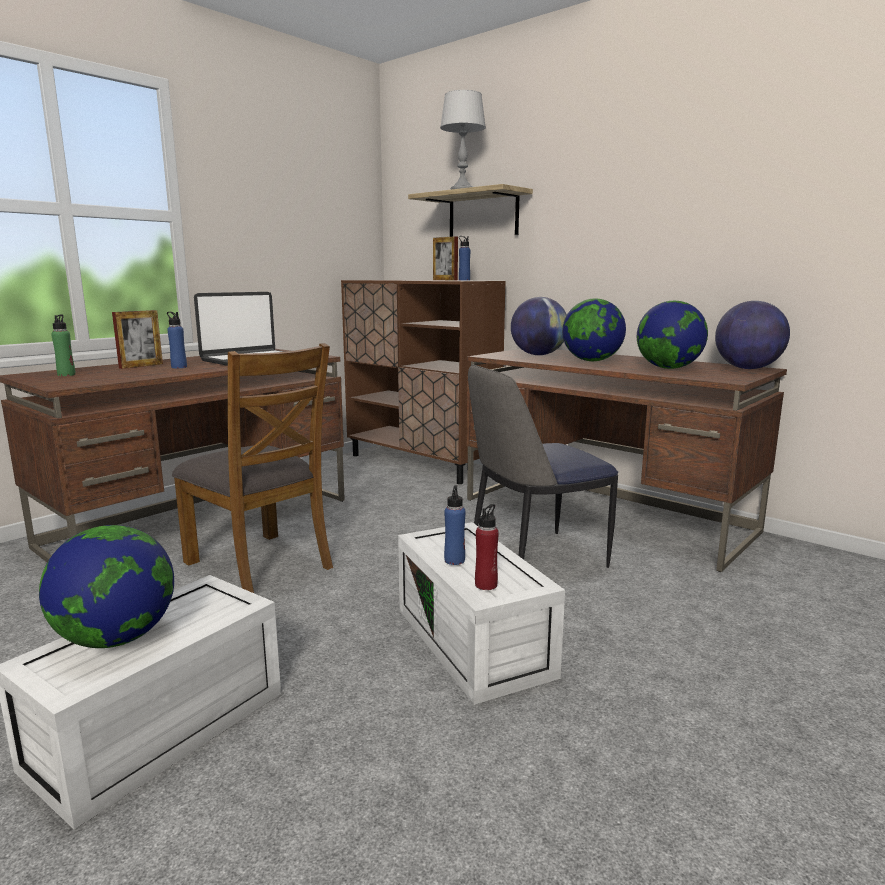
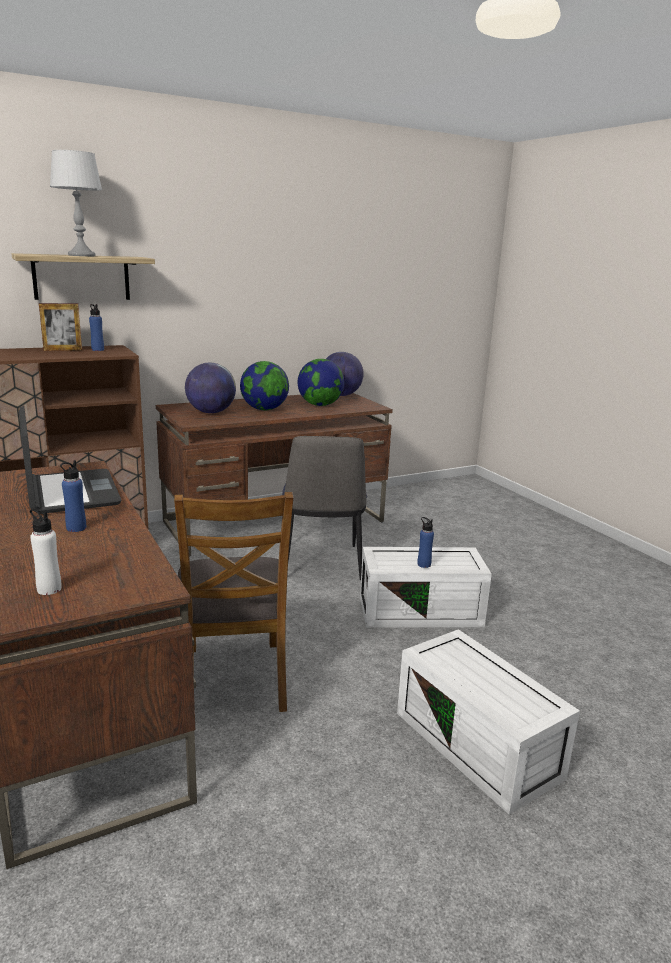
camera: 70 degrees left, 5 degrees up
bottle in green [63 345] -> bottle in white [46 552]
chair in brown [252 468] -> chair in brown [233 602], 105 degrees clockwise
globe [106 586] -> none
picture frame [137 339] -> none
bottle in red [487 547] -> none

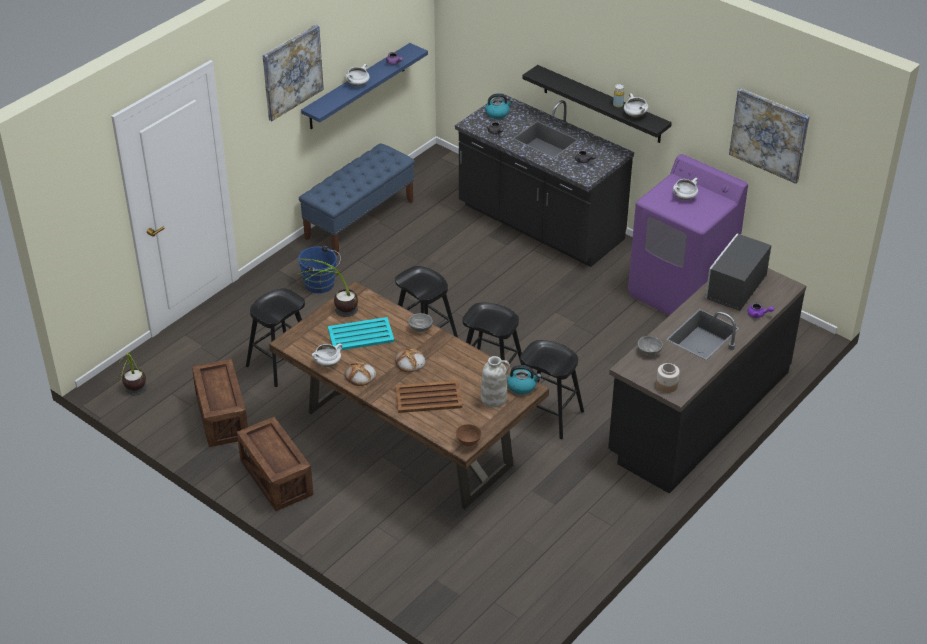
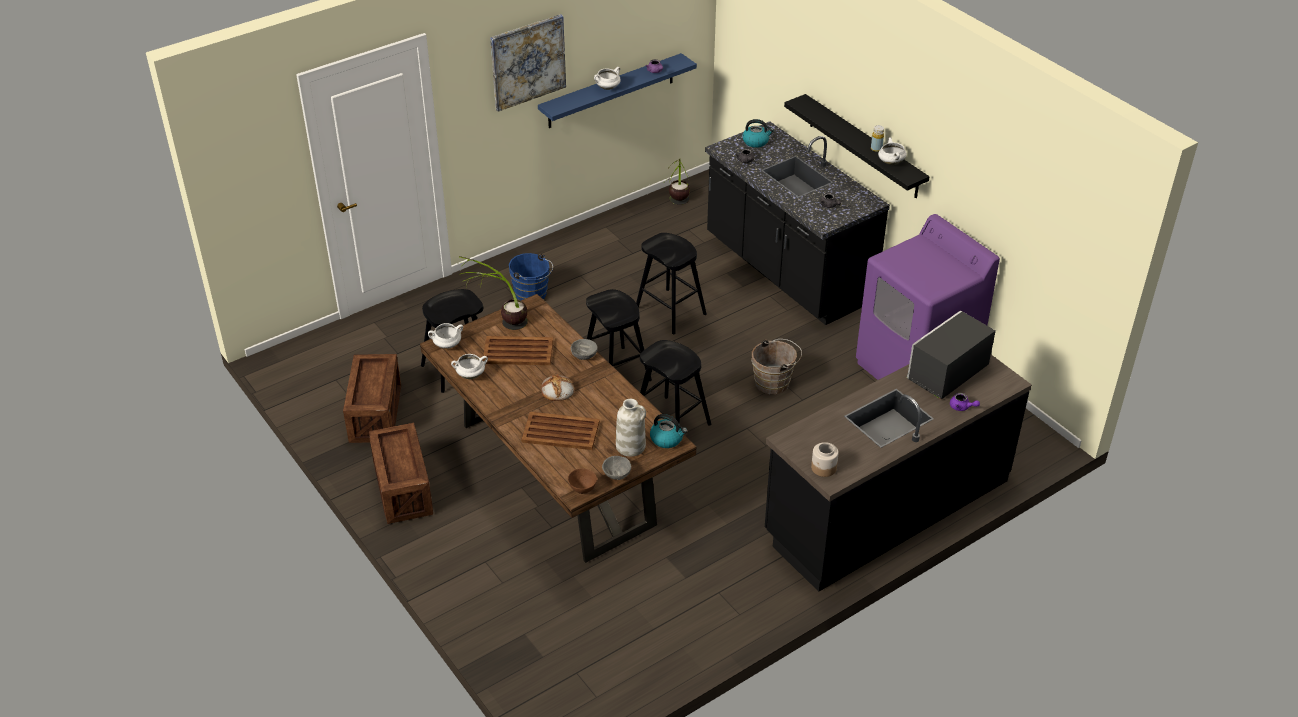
camera: 15 degrees right, 0 degrees up
cooking pot in white [685 189] -> cooking pot in white [445 336], move
tray in turquoise [361 333] -> tray in brown [517 350]
bowl in grey [650 345] -> bowl in grey [617 468], move
stool in black [552 389] -> stool in black [671 283], move
potted plant [131 373] -> potted plant [677 182], move
none -> bucket in brown [777 366]
bench in blue [357 199] -> none
bread [360 374] -> none
picture [769 136] -> none

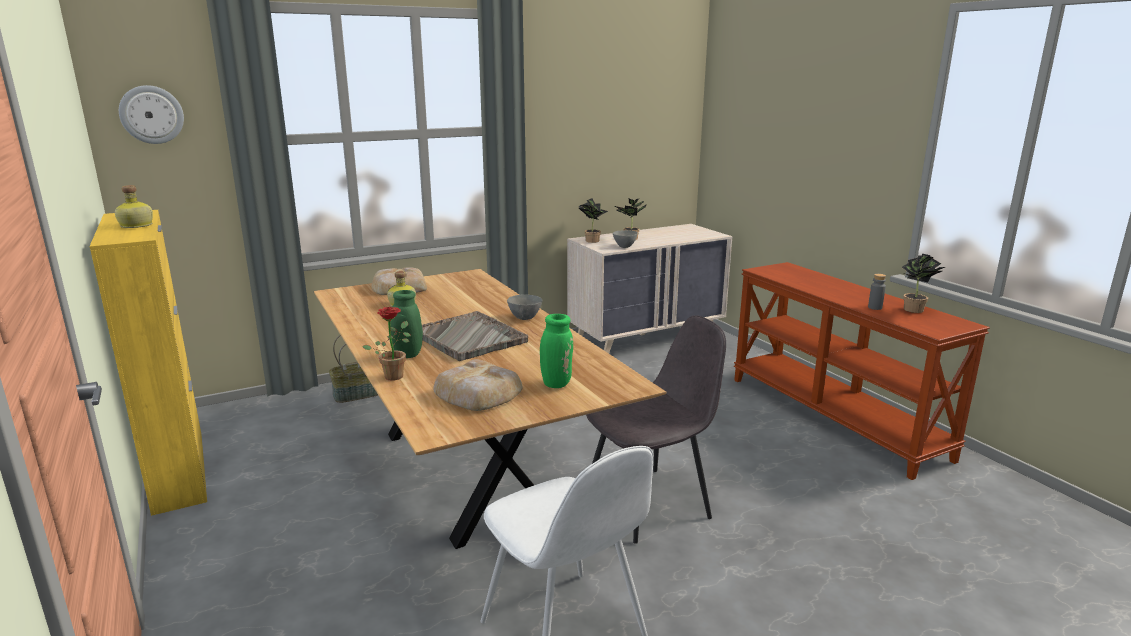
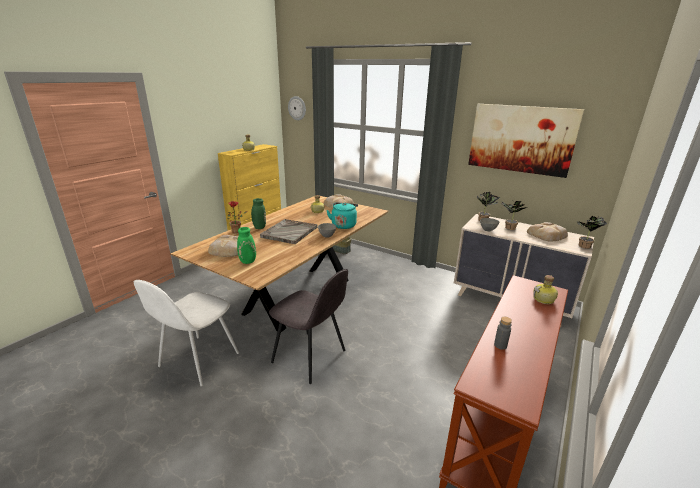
camera: 60 degrees right, 5 degrees up
none -> kettle in turquoise [342 215]
none -> picture [526 141]
none -> bread [547 231]
none -> bottle [545 289]
potted plant [923 283] -> potted plant [592 232], move

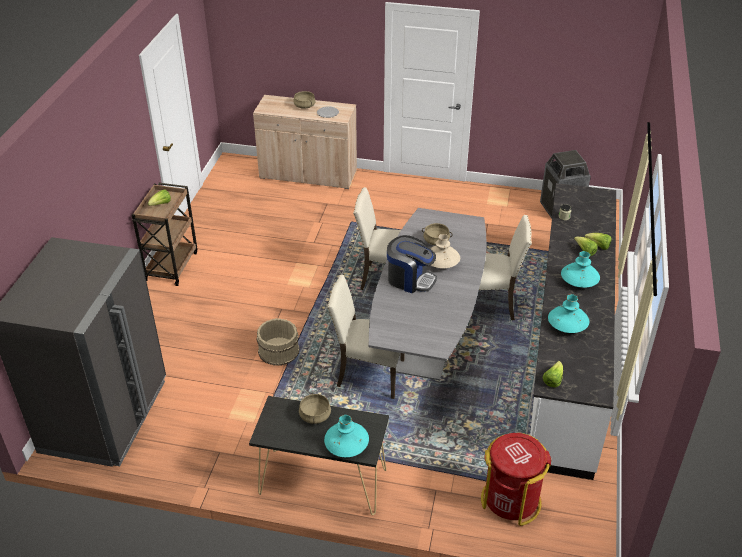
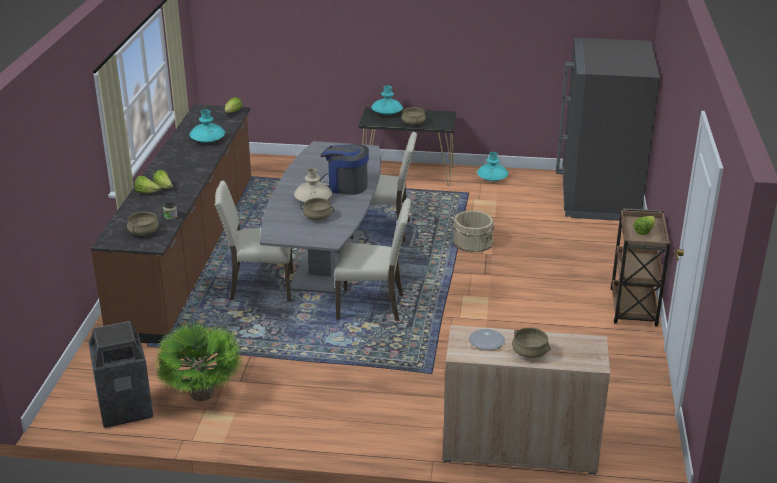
camera: 175 degrees right, 10 degrees down
counter in white [573 331] -> counter in brown [171 224]
none -> cooking pot in beige [143 223]
none -> potted plant [199 360]
vase in turquoise [580 269] -> vase in turquoise [492 166], move
trash can in red [516 479] -> none

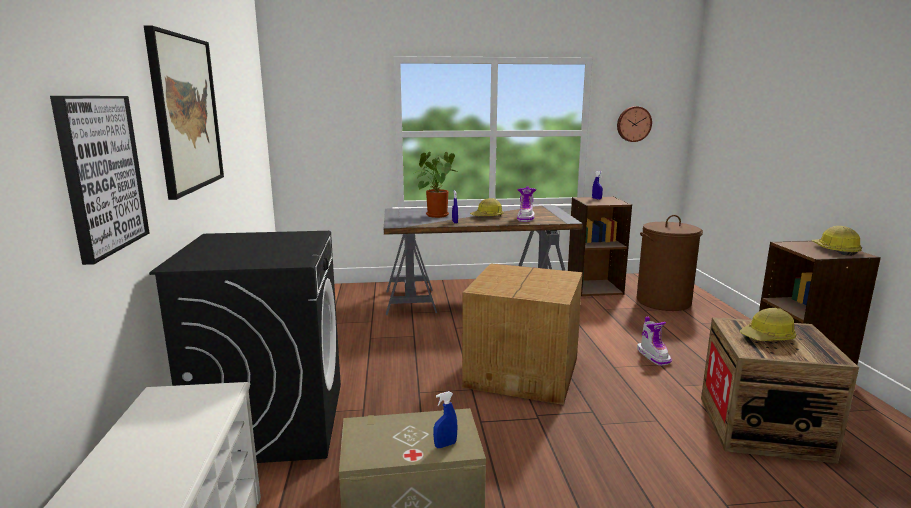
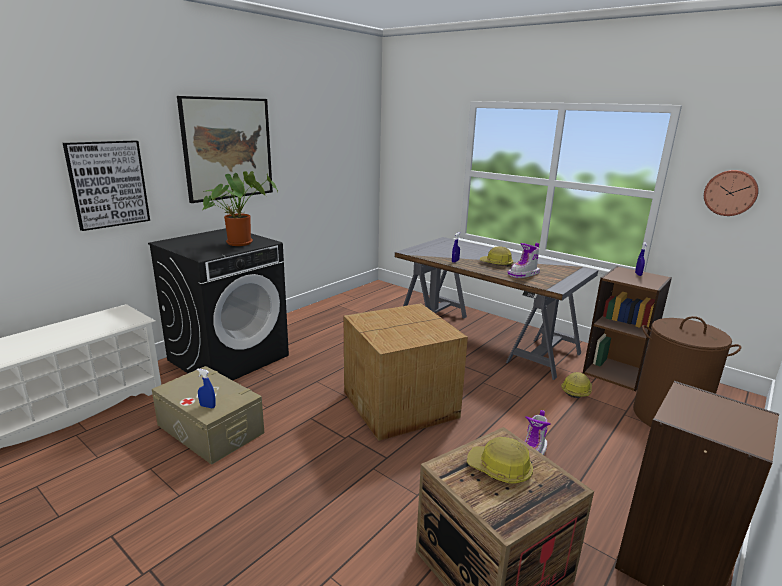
camera: 45 degrees right, 5 degrees up
potted plant [435 185] -> potted plant [240 208], move
hard hat [836 241] -> hard hat [576 385], move

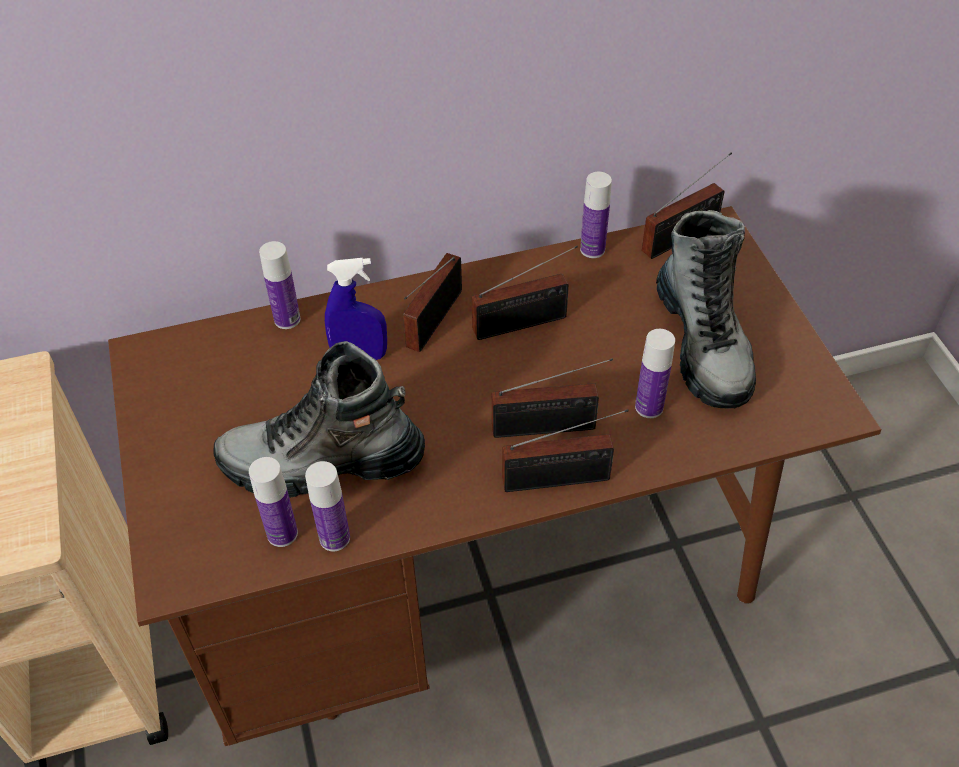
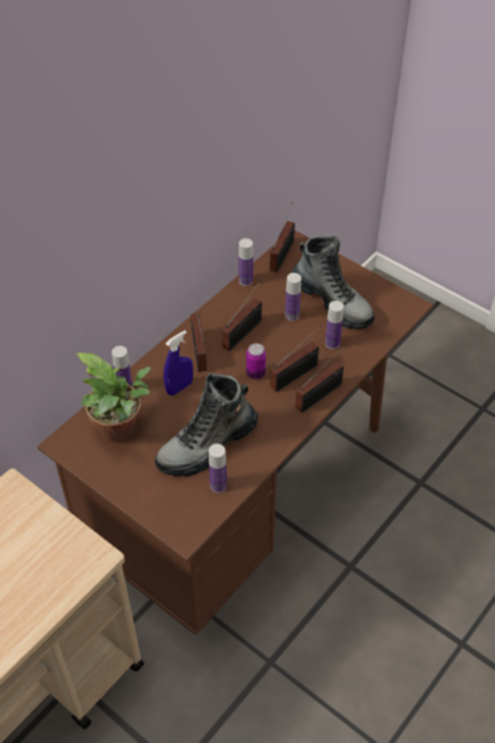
camera: 35 degrees left, 0 degrees up
none -> potted plant [113 397]
none -> can [256 361]
bottle [327 506] -> bottle [293 297], move

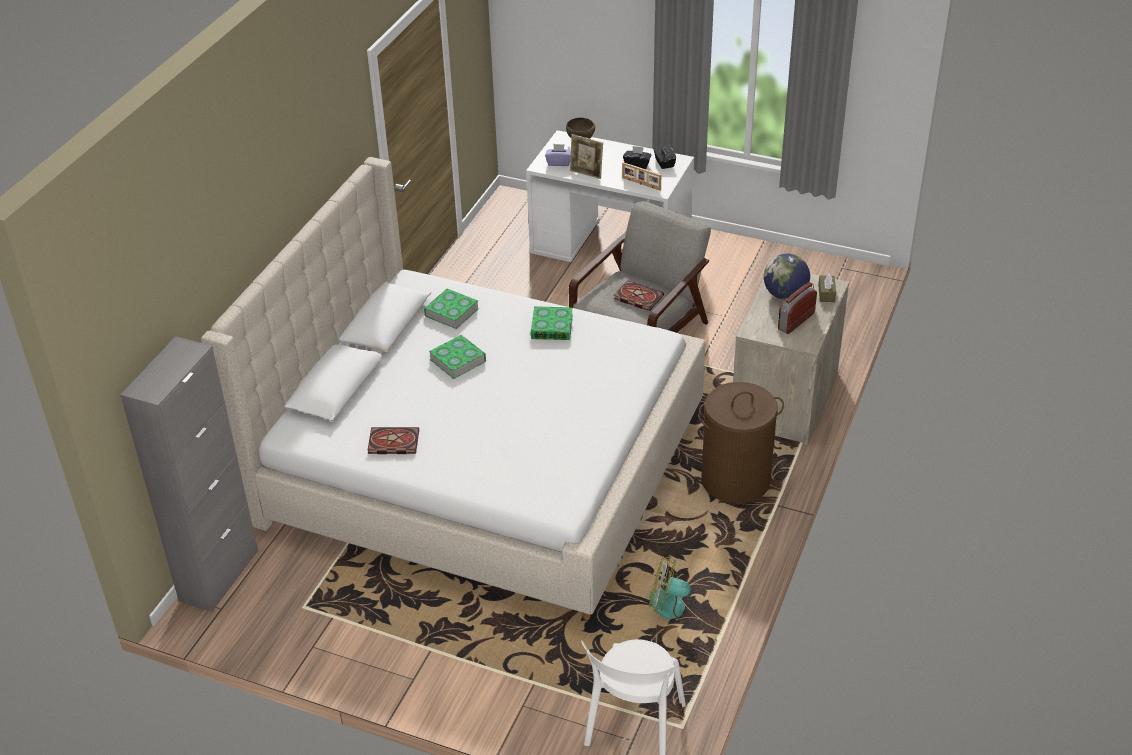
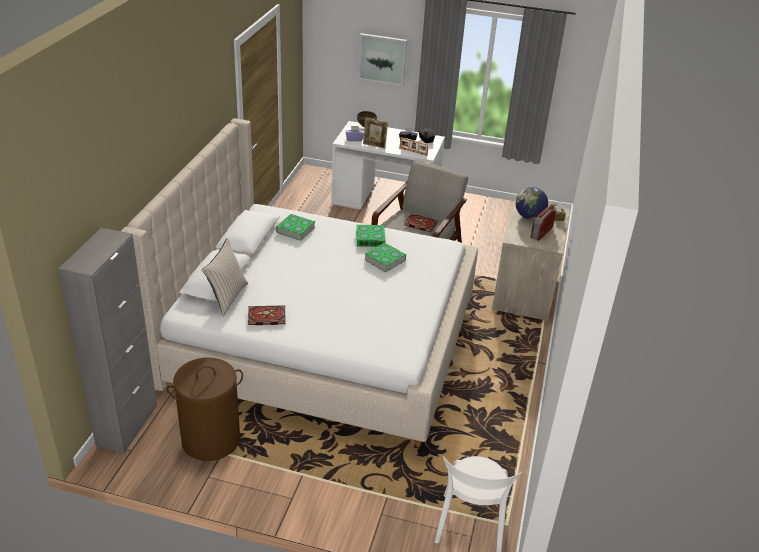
camera: 10 degrees left, 5 degrees down
laundry basket in brown [741 443] -> laundry basket in brown [205 409], move
none -> pillow in beige [225 277]
none -> picture [382 60]
book [457 357] -> book [385 257], move
fan [676 588] -> none

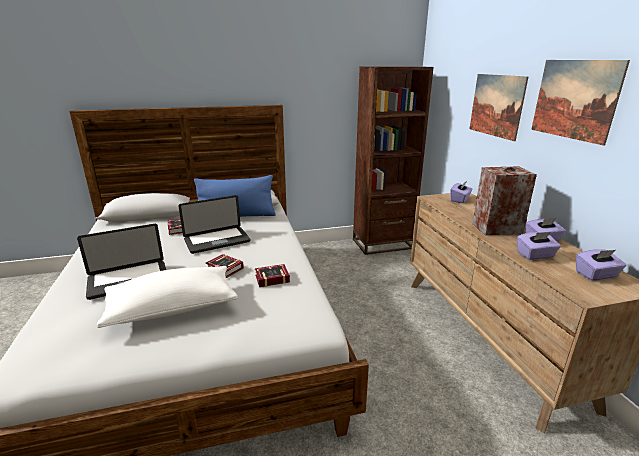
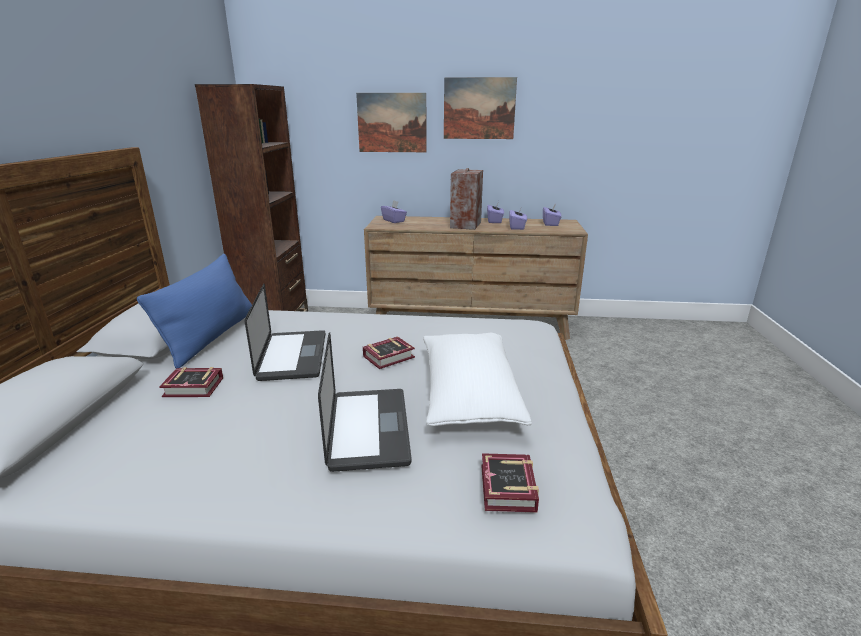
camera: 70 degrees left, 0 degrees up
book [272 275] -> book [510 483], move

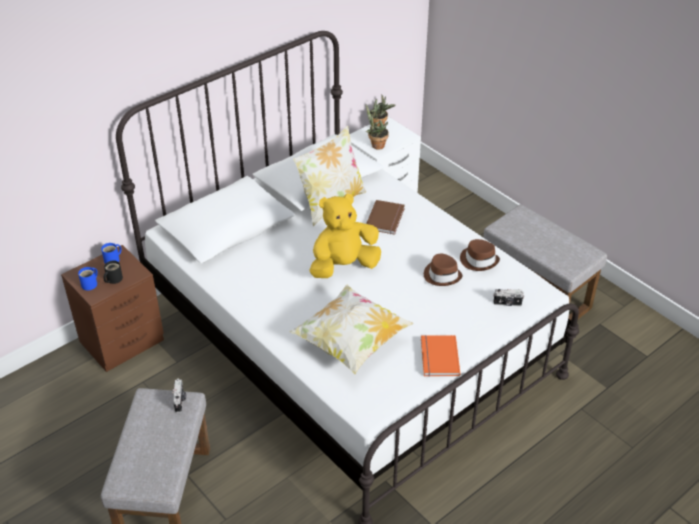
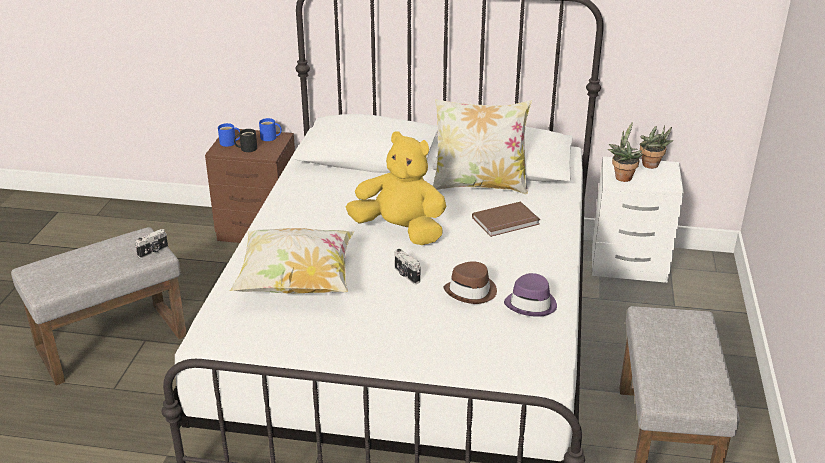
camera: 50 degrees right, 10 degrees down
photo camera [508 297] -> photo camera [407 266], move
hat in brown [480 255] -> hat in purple [530 295]
book in orange [440 356] -> none

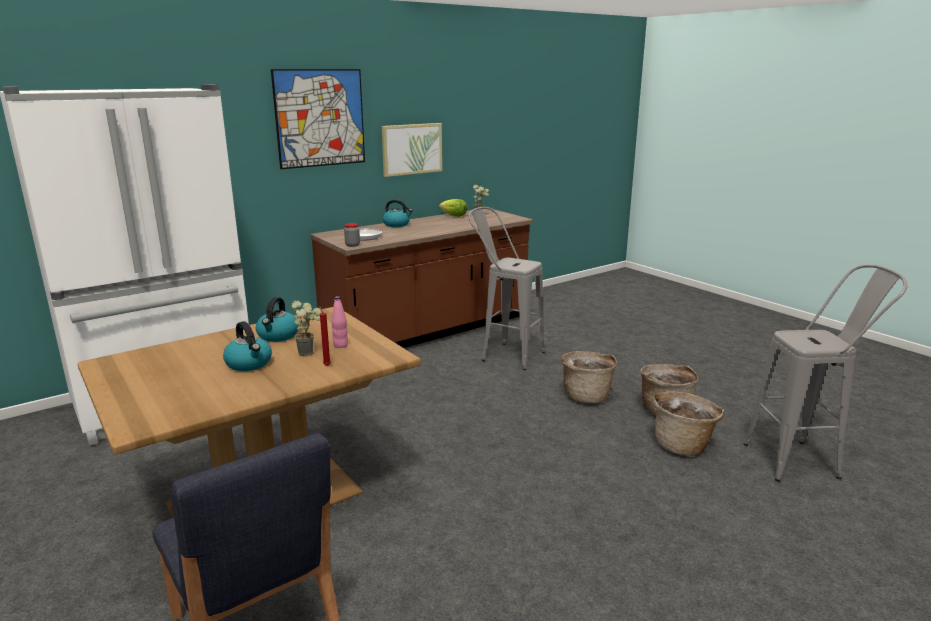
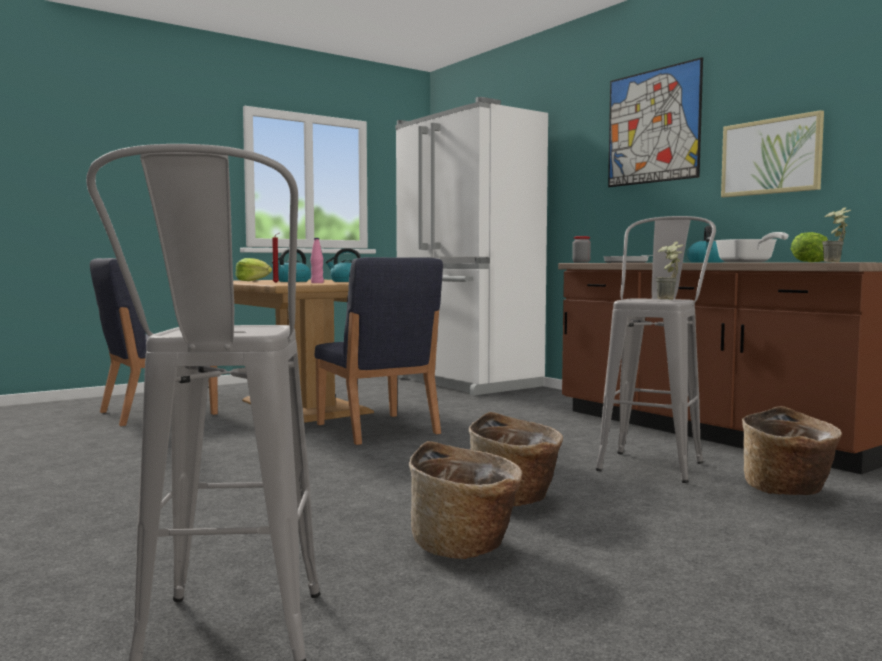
camera: 90 degrees right, 15 degrees down
none -> lettuce [253 269]
none -> chair in blue [379 351]
potted plant [306 329] -> potted plant [669 271], move
none -> frying pan [752 247]
basket [688 423] -> basket [792 450], move

